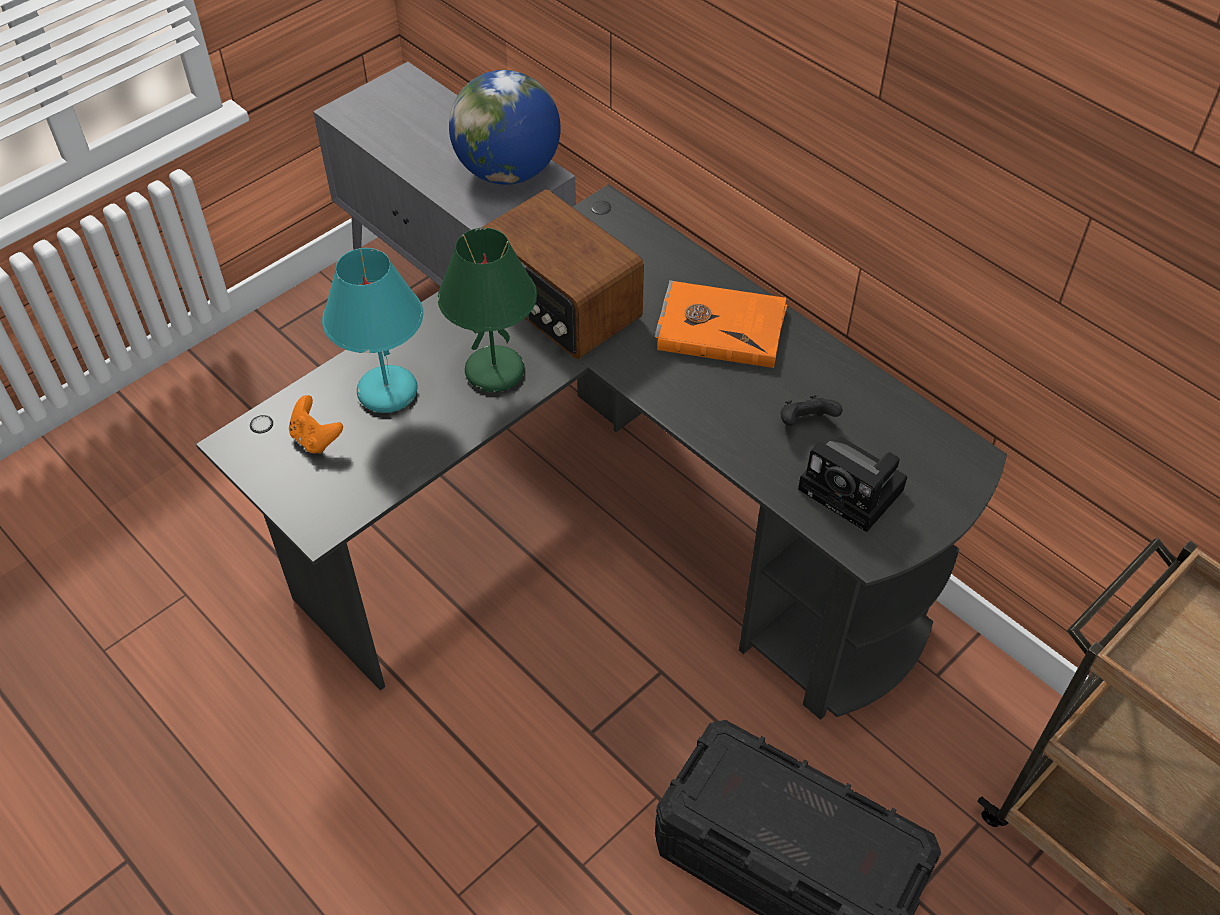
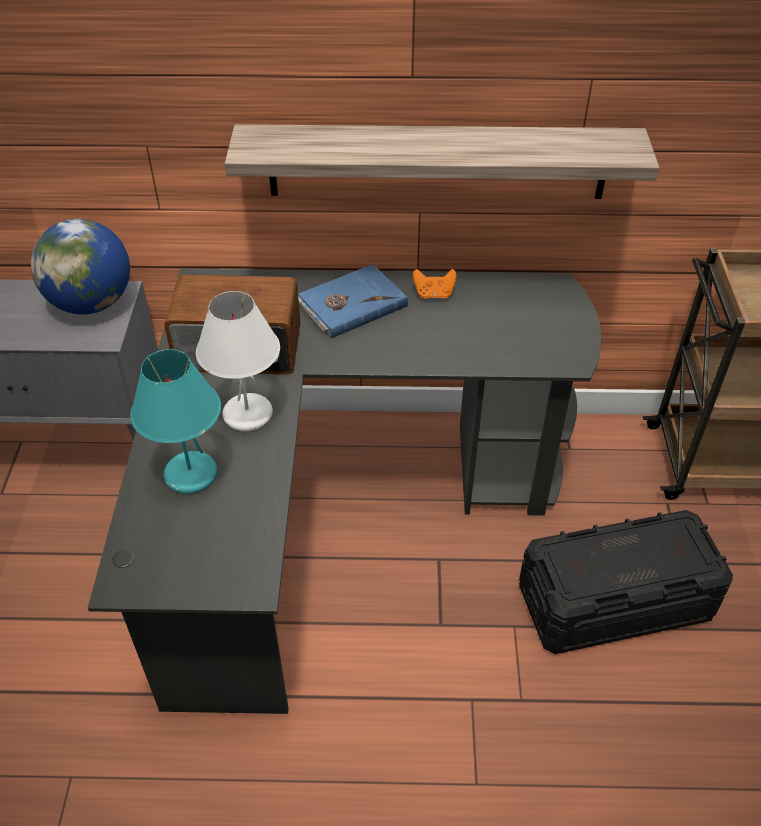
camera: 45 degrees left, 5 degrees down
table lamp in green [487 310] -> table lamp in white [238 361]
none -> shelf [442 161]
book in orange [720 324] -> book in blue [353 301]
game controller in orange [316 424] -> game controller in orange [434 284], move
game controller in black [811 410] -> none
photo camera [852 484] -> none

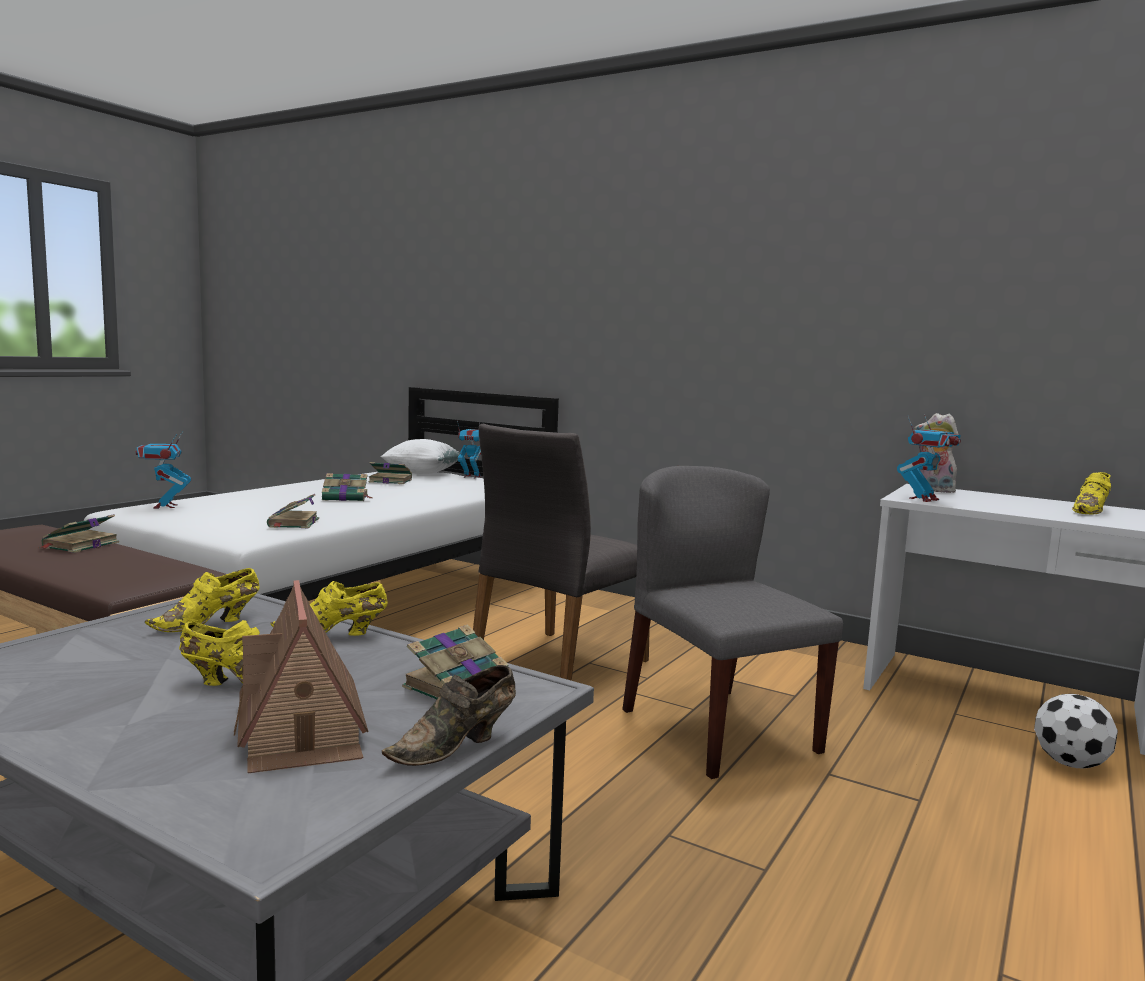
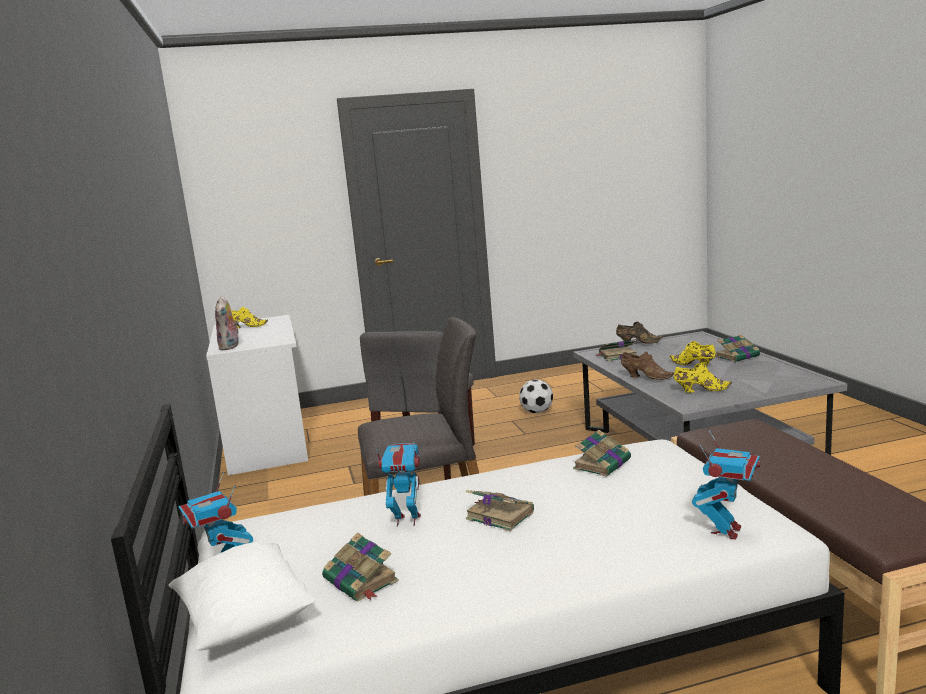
camera: 135 degrees left, 5 degrees up
toy robot [929 458] -> toy robot [398 485], move
football [1076 731] -> football [536 396], move
shoe in yellow [329 608] -> shoe in brown [647 366]
book [78 533] -> book [738 348], move
toy house [301 676] -> none

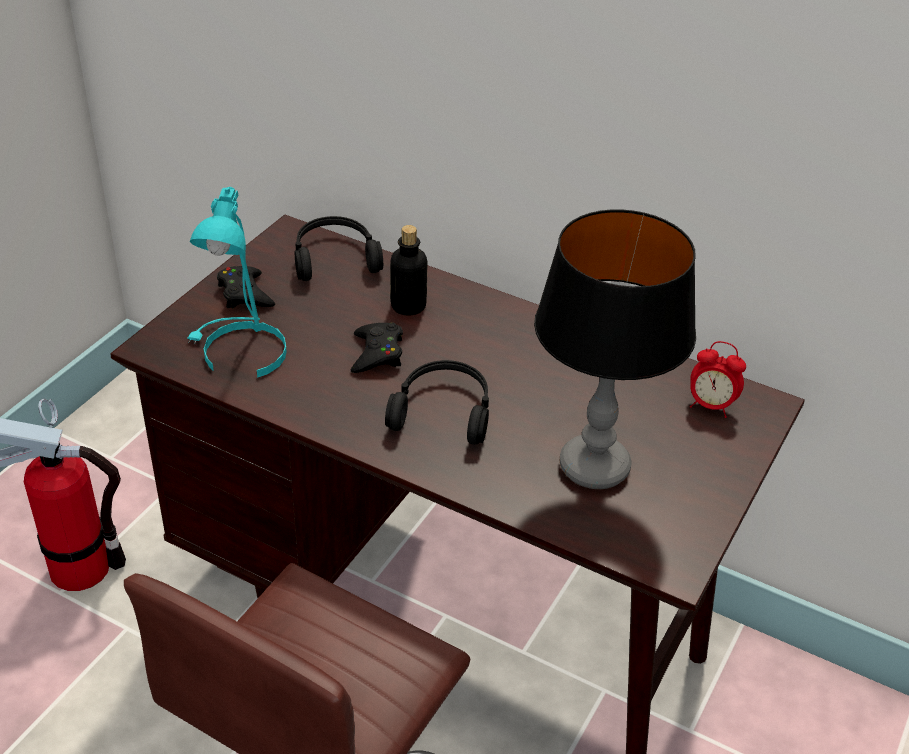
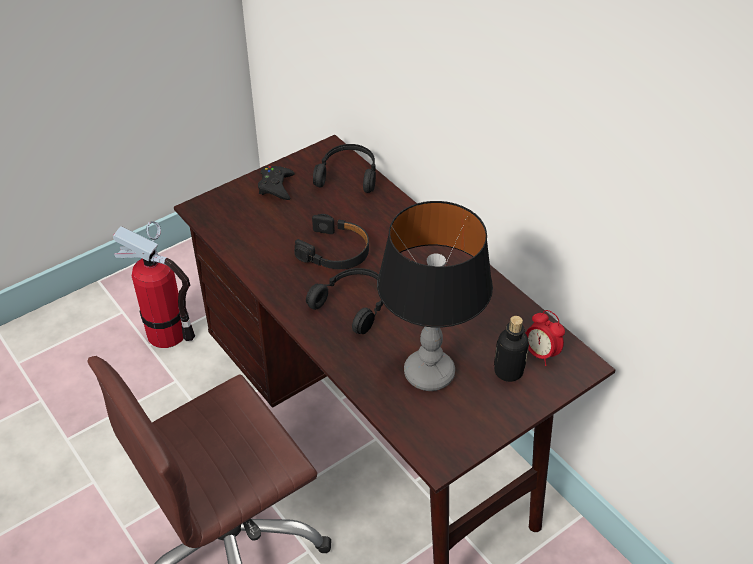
camera: 25 degrees right, 5 degrees up
game controller in black [377 348] -> headphones in black [331 241]
bottle [408 270] -> bottle [511 349], move
table lamp in turquoise [237 282] -> none

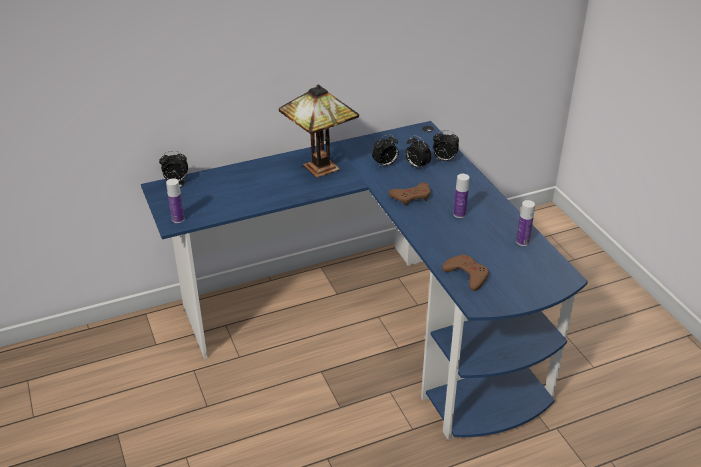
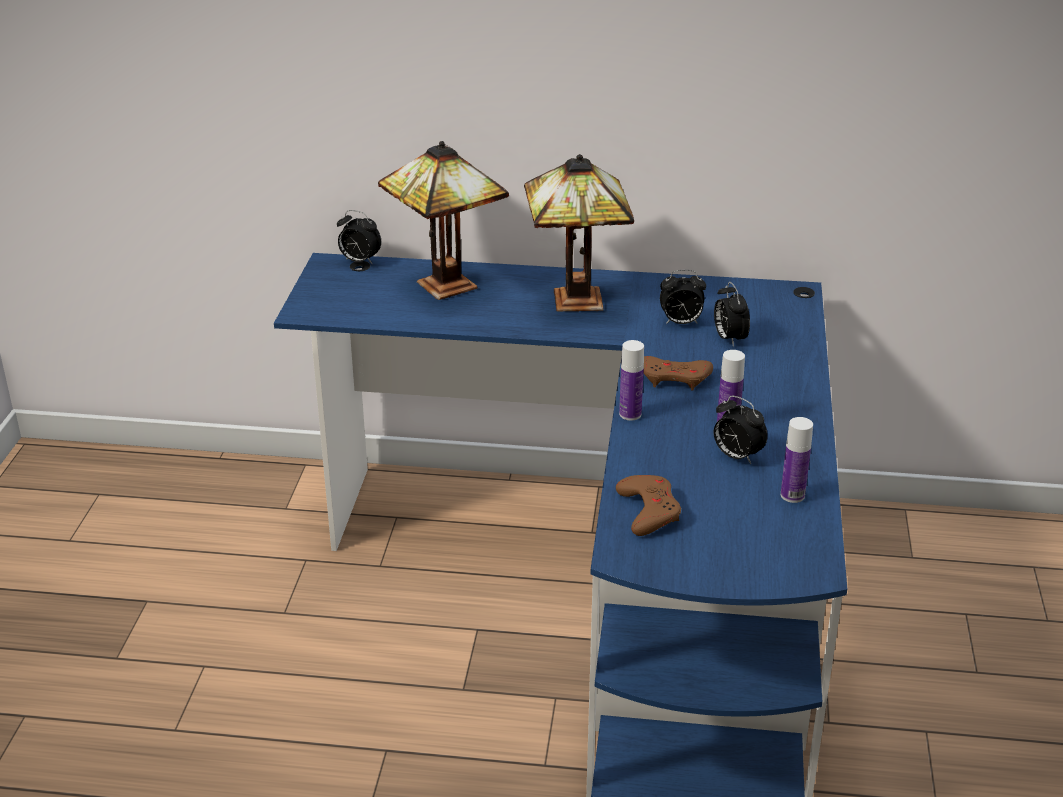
camera: 30 degrees right, 5 degrees down
none -> table lamp [443 220]
bottle [175 200] -> bottle [631 380], move
alarm clock [446 146] -> alarm clock [741 429], move

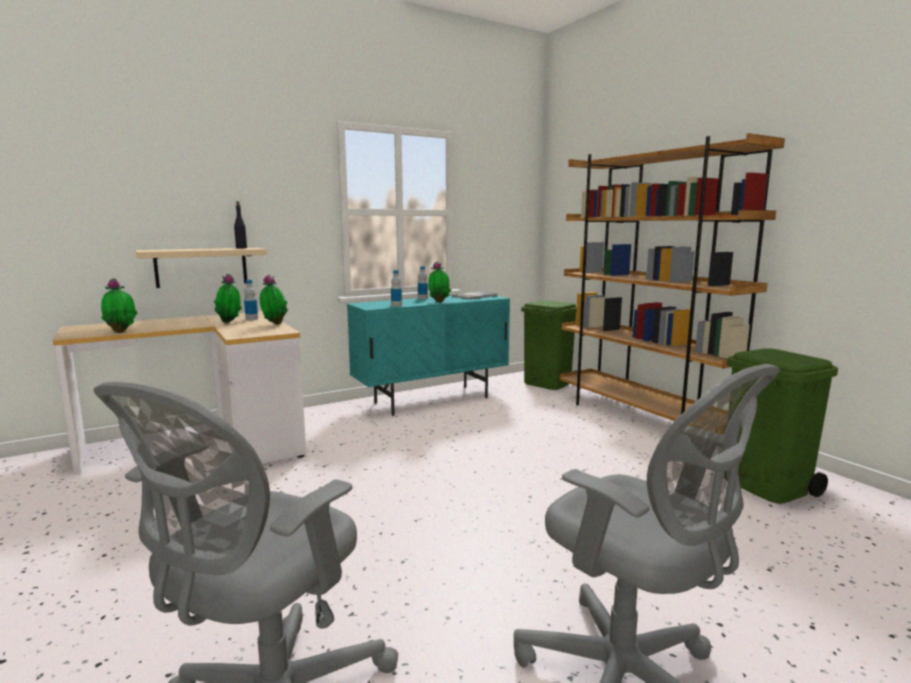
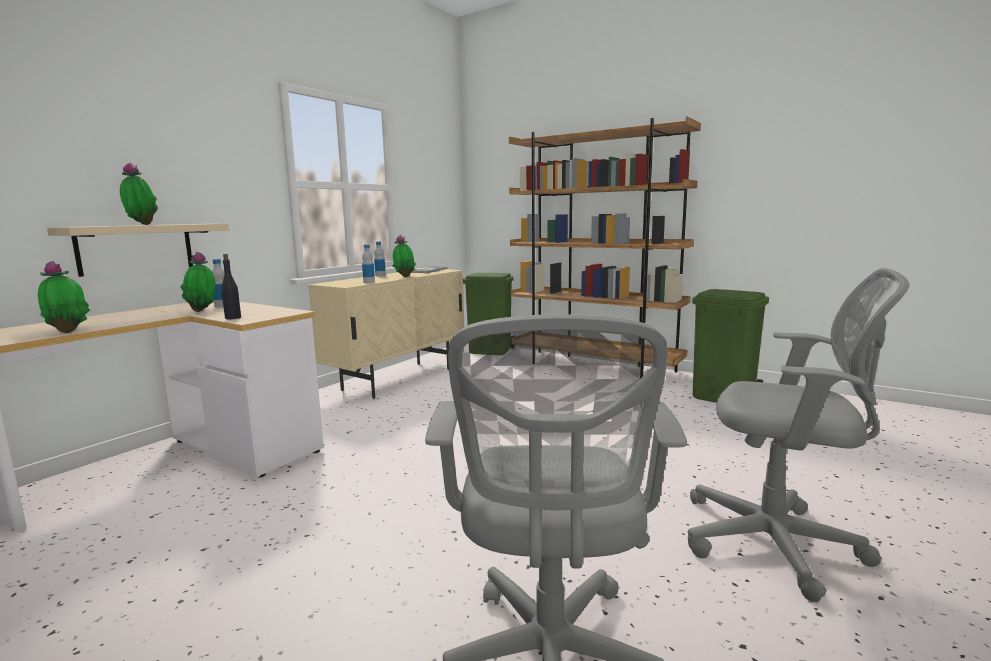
camera: 25 degrees left, 0 degrees up
potted plant [274 299] -> potted plant [139 194], move
bottle in black [240 224] -> bottle in black [231 286], move
cabinet in turquoise [428 356] -> cabinet in beige [386 334]

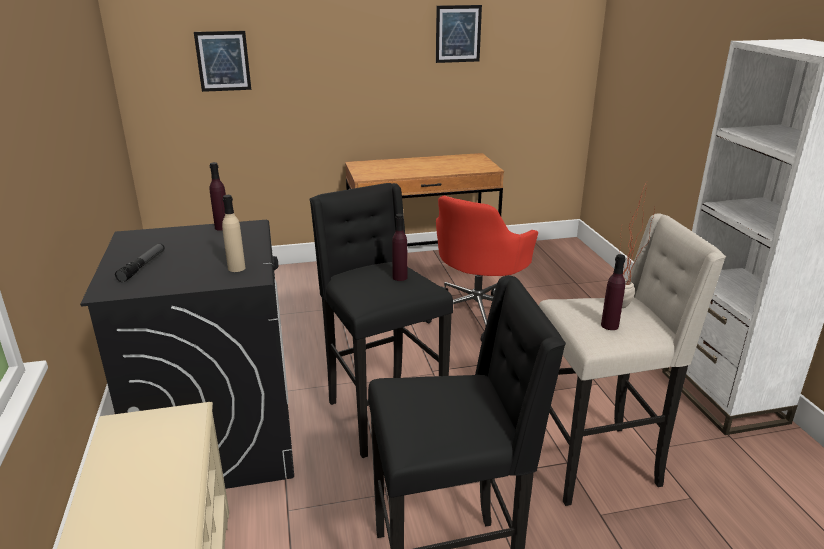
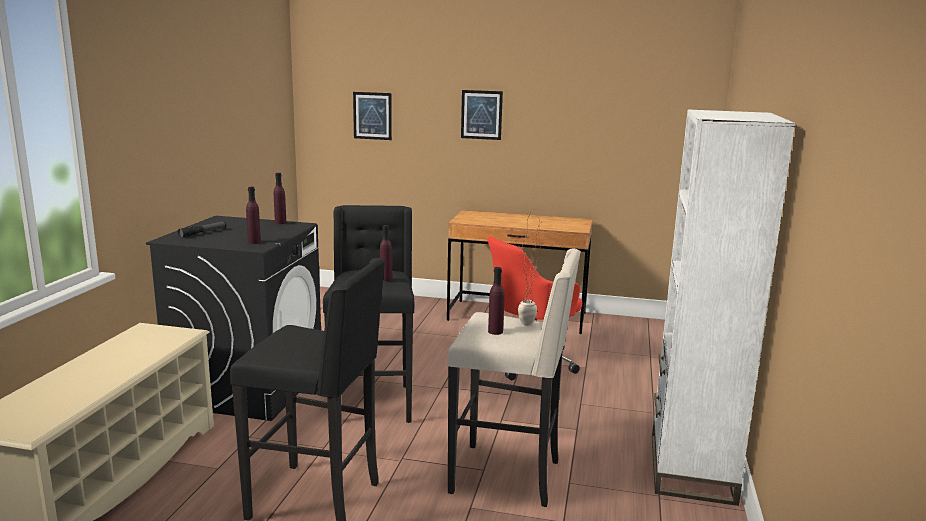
camera: 25 degrees right, 10 degrees down
bottle in beige [233 233] -> bottle in purple [253 215]
picture [459 34] -> picture [482 115], move

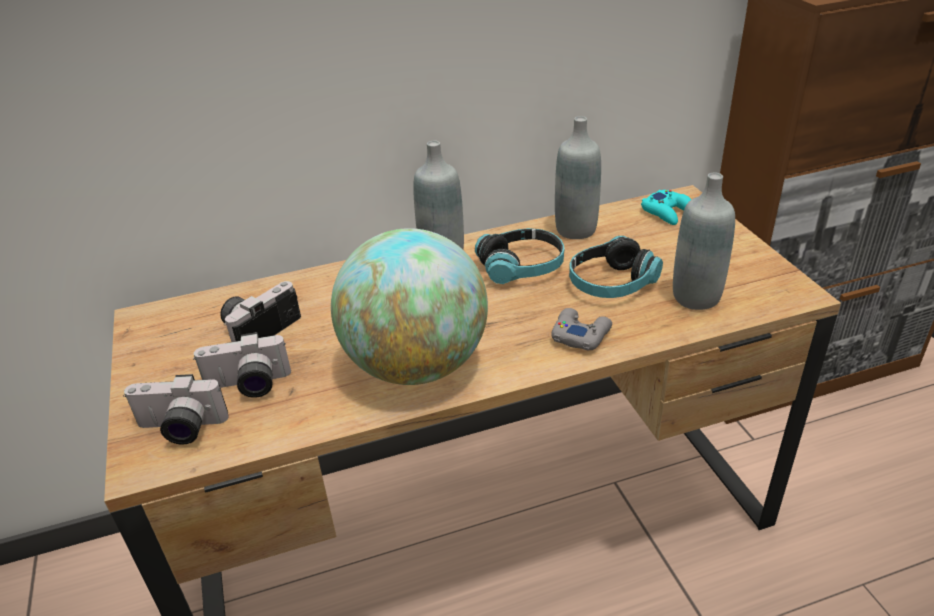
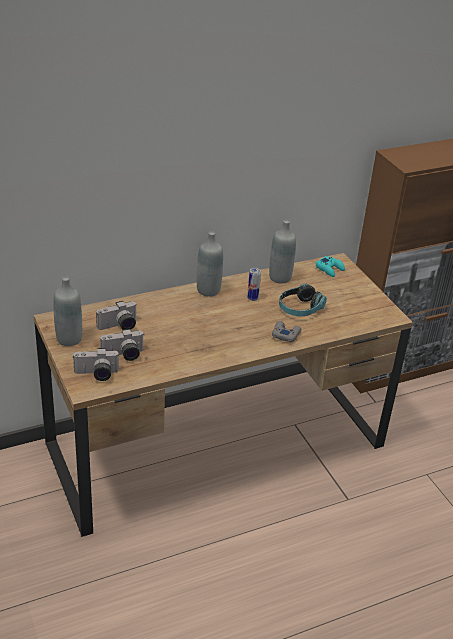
camera: 10 degrees left, 0 degrees up
bottle in grey [704 241] -> bottle in grey [67 311], move
photo camera [260 311] -> photo camera [116 315], 150 degrees counterclockwise
headphones [520 256] -> can [254 284]
globe [409 306] -> none

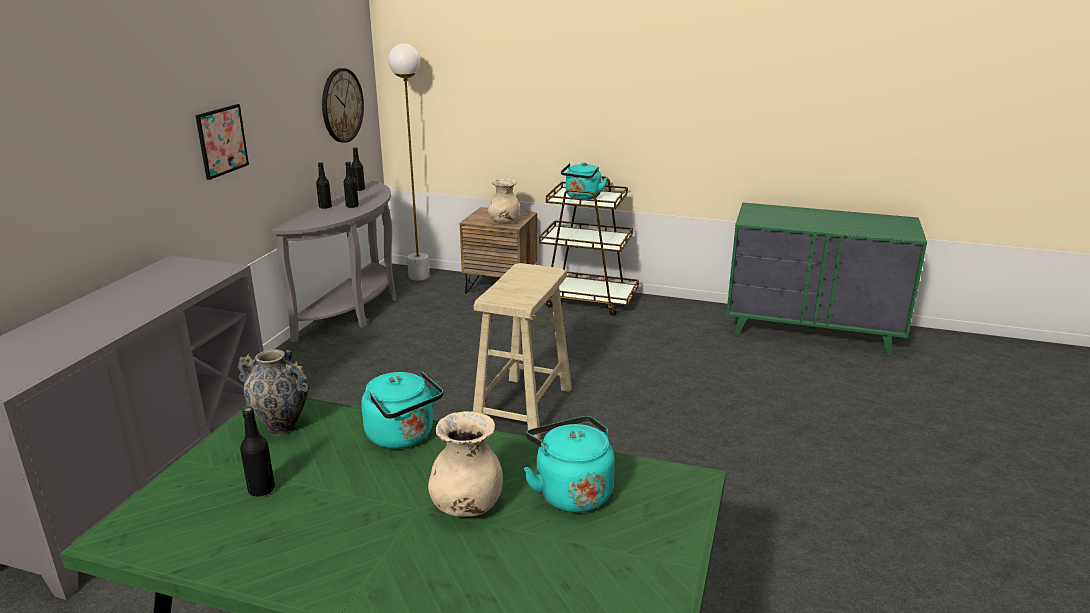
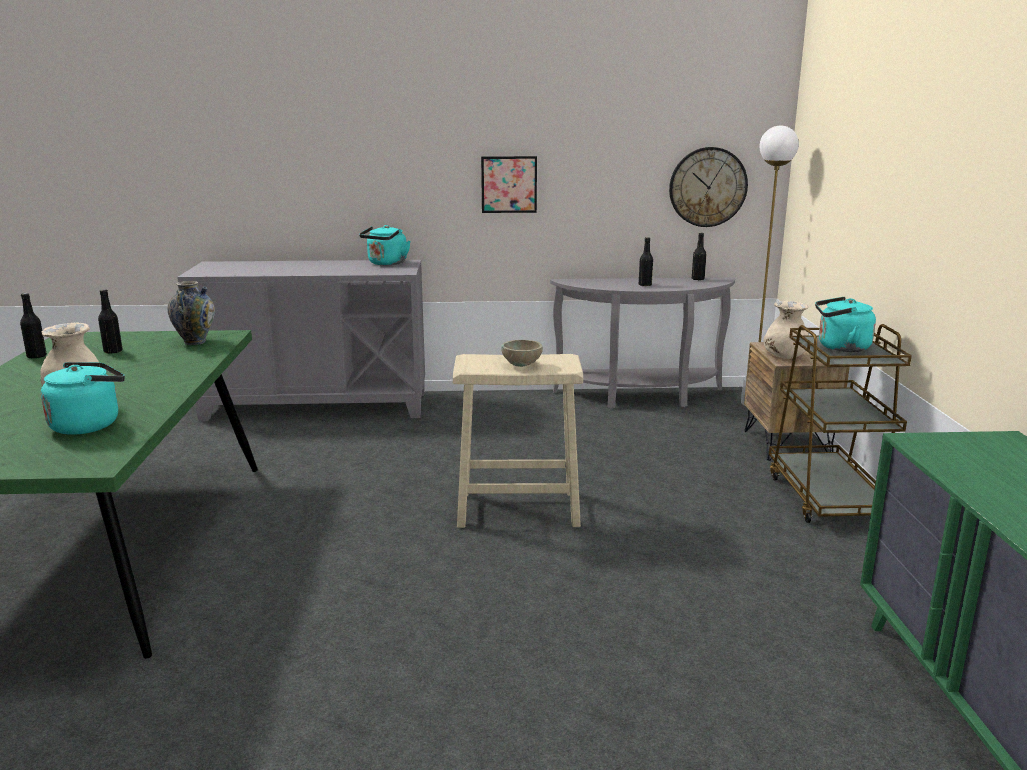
camera: 70 degrees right, 5 degrees down
bottle in black [324 185] -> bottle in black [33 325], move
kettle in turquoise [402 410] -> kettle in turquoise [385 245], move
none -> bowl in beige [522 353]

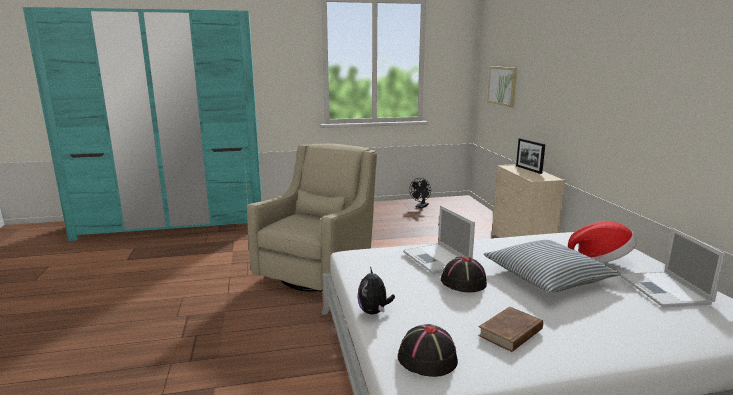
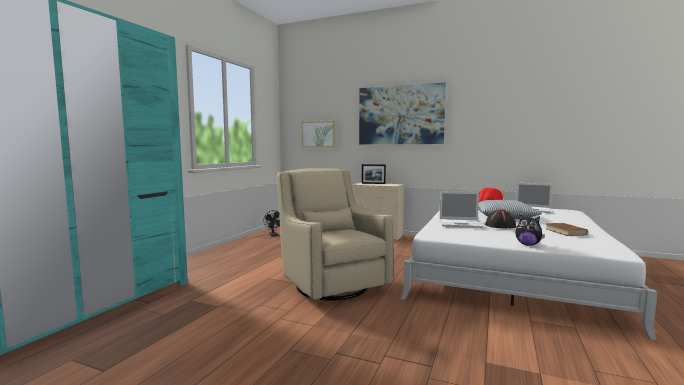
camera: 55 degrees left, 10 degrees down
none -> picture [402 113]
hat in black [428 350] -> none

